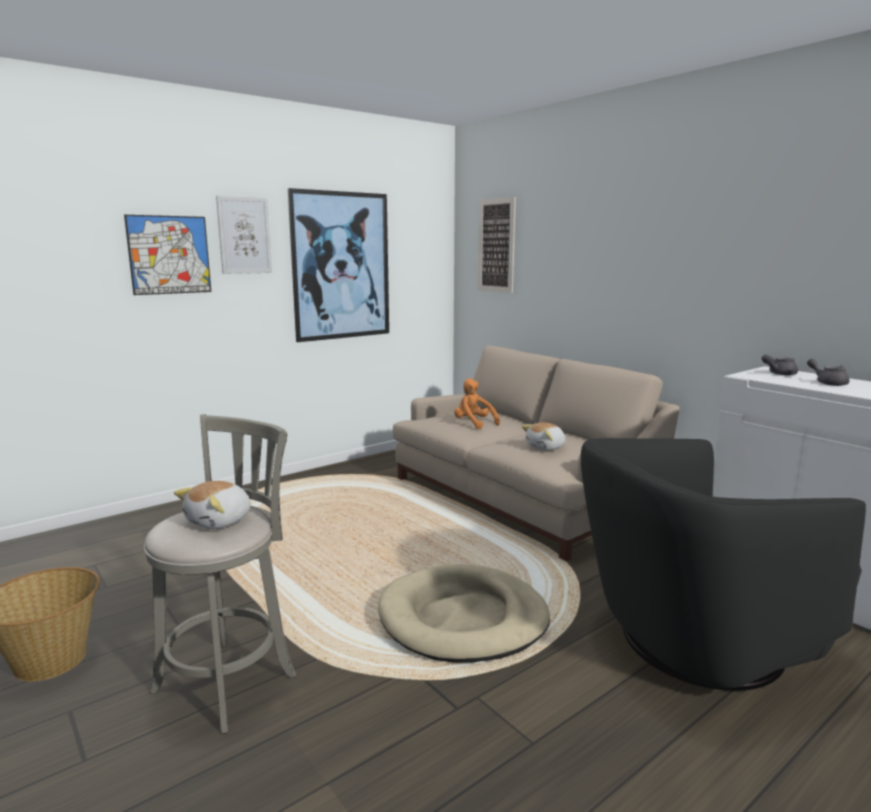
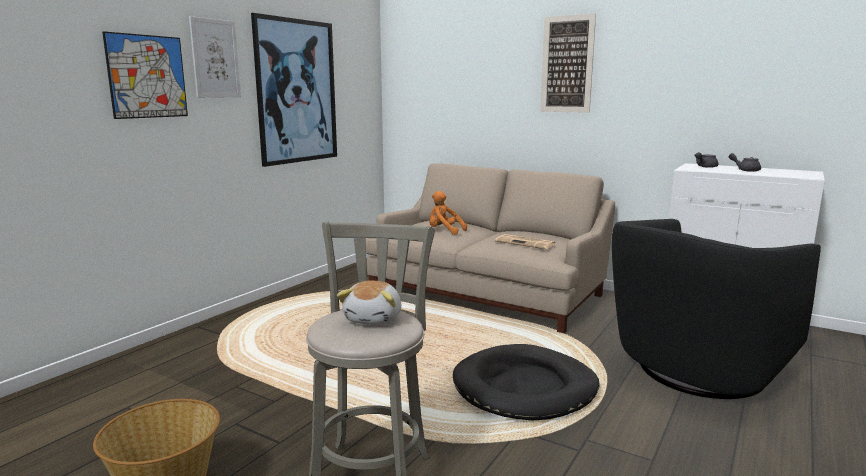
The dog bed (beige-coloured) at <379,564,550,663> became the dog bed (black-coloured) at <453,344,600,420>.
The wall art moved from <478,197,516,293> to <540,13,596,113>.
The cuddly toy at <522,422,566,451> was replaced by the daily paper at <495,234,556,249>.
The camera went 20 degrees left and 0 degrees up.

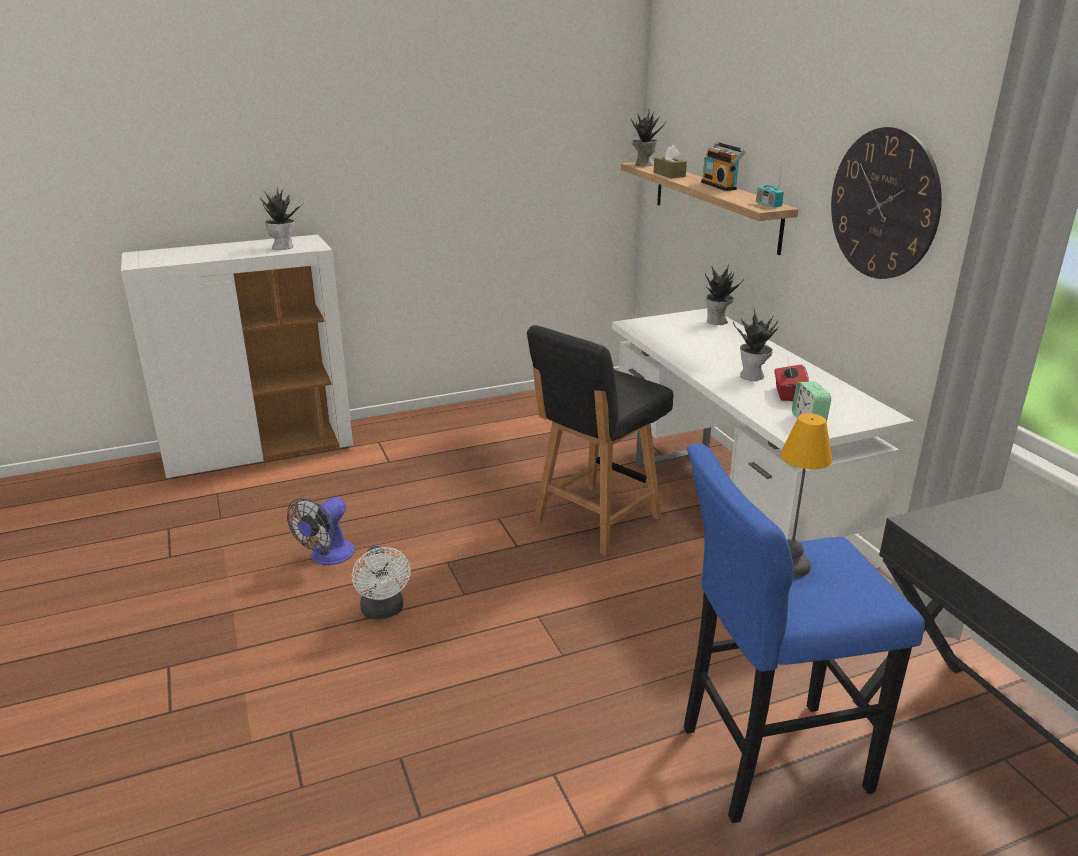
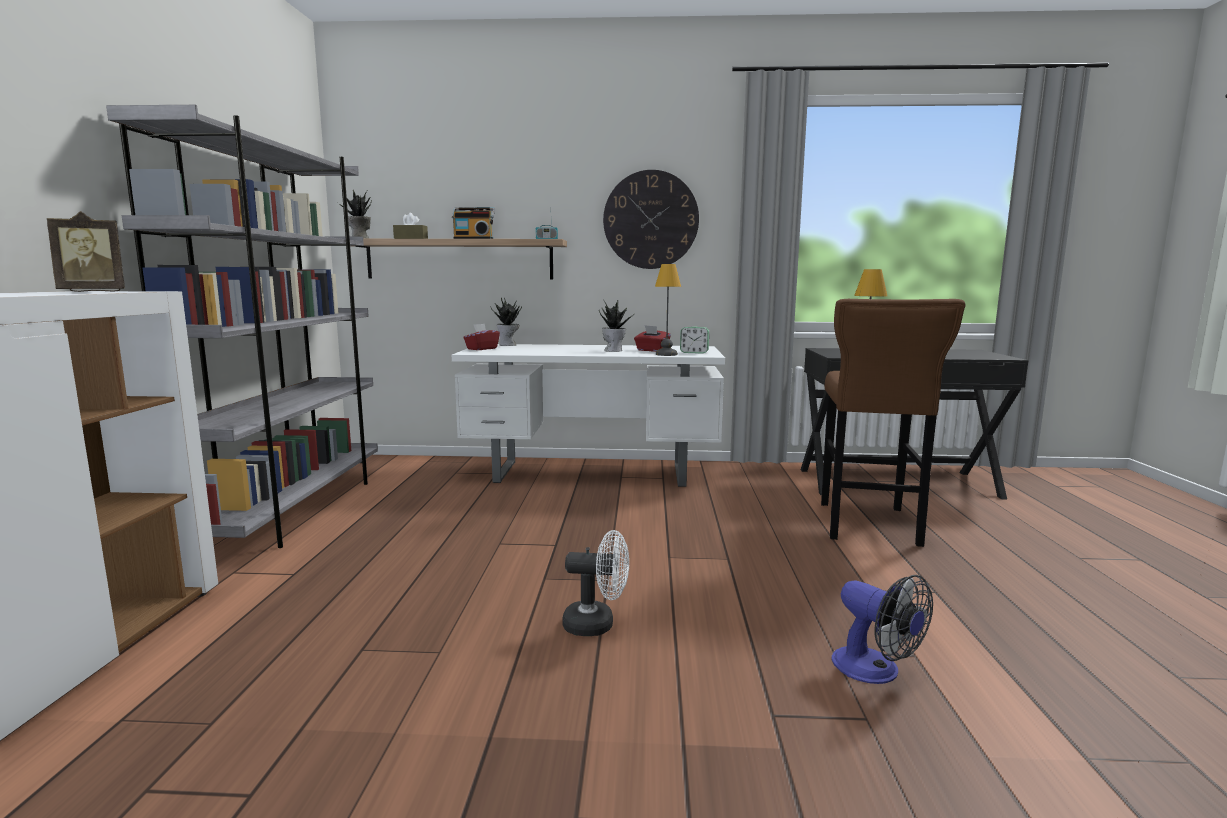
The houseplant at <260,187,301,250> was replaced by the standing frame at <47,211,125,292>.
The electric fan moved from <287,497,355,565> to <831,575,933,684>.
The chair (black-coloured) at <527,325,674,556> disappeared.
The sitting stool (blue-coloured) at <684,443,925,823> became the sitting stool (brown-coloured) at <821,299,966,547>.
The bookshelf (grey) at <106,105,378,548> appeared.
The box of tissues (red-coloured) at <463,324,500,350> appeared.
The lamp for a table at <655,264,681,356> appeared.
The camera went 65 degrees left and 15 degrees down.

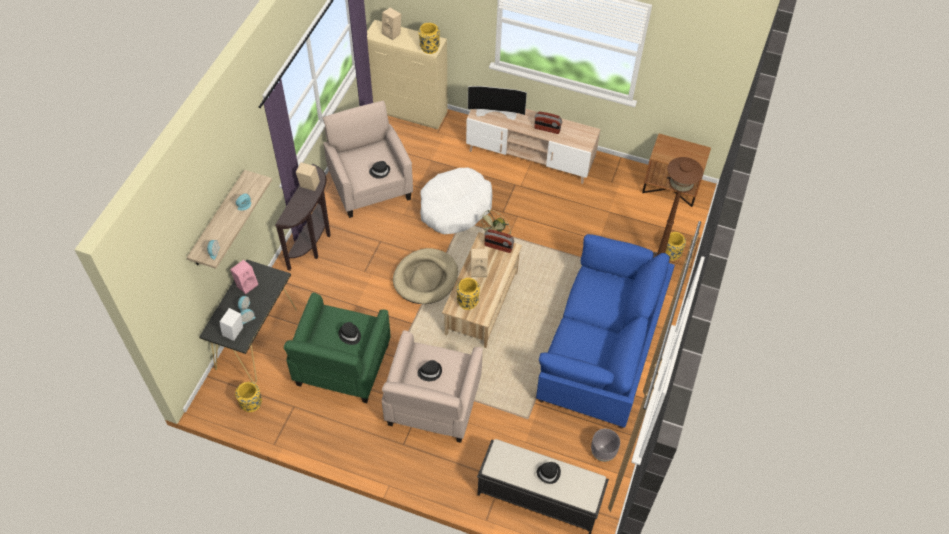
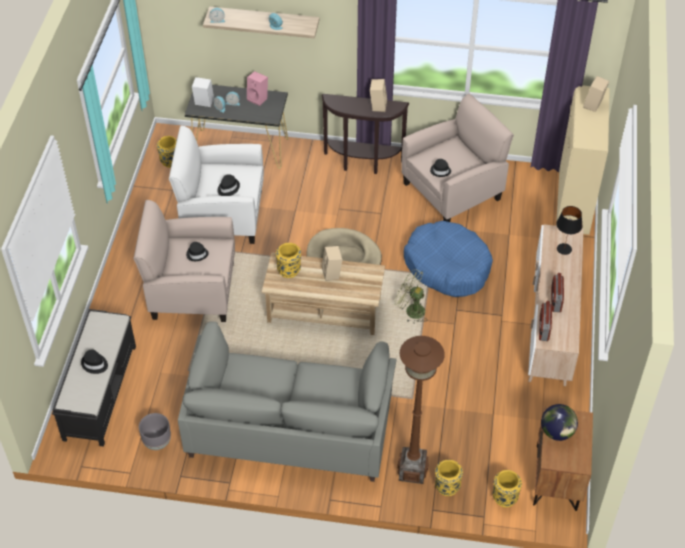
The armchair (green) at <284,293,391,403> became the armchair (white) at <169,126,264,244>.
The flower vase (yellowish) moved from <418,23,440,54> to <492,470,522,508>.
The dog bed (white) at <420,168,493,234> became the dog bed (blue-coloured) at <404,221,493,297>.
The television at <468,86,527,120> was replaced by the lamp for a table (black-coloured) at <556,206,583,255>.
The radio set moved from <484,229,514,253> to <539,301,552,341>.
The settee (blue-coloured) at <536,234,675,429> became the settee (grey) at <178,322,397,482>.
The world globe at <541,404,578,441> appeared.
The camera went 80 degrees right and 5 degrees down.

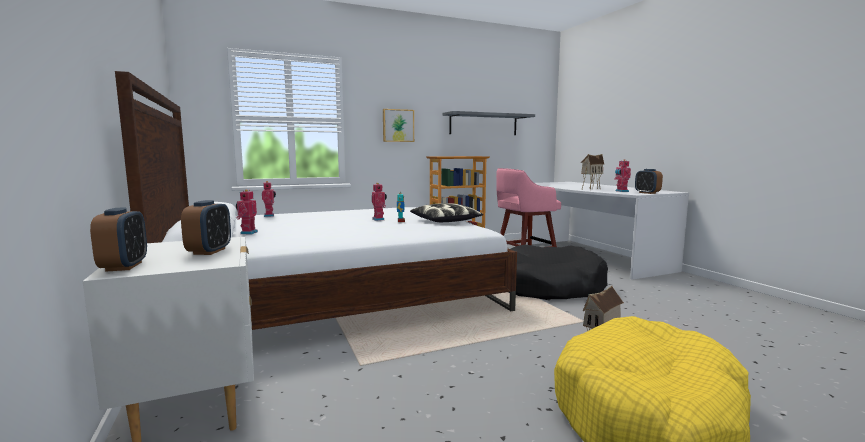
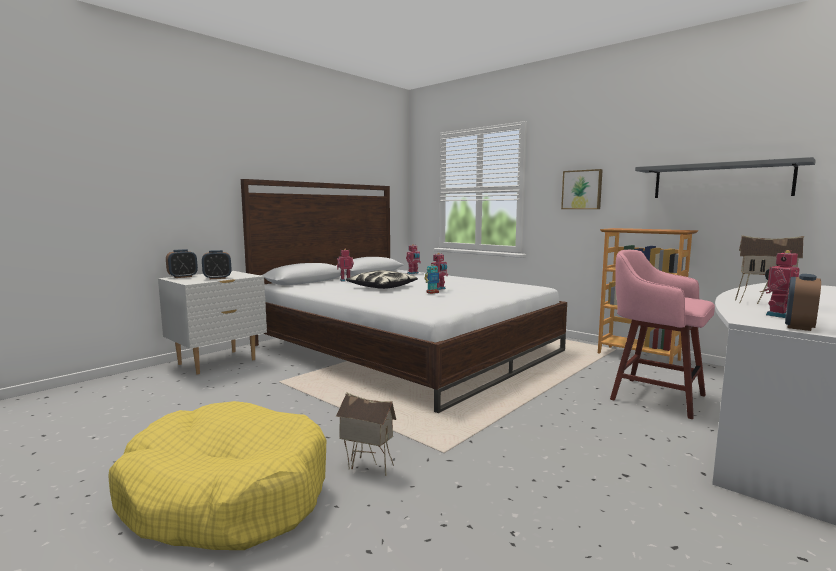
The throw pillow moved from <410,203,483,222> to <346,270,418,289>.
The dog bed (black-coloured) at <511,245,608,300> disappeared.
The camera went 65 degrees right and 0 degrees up.

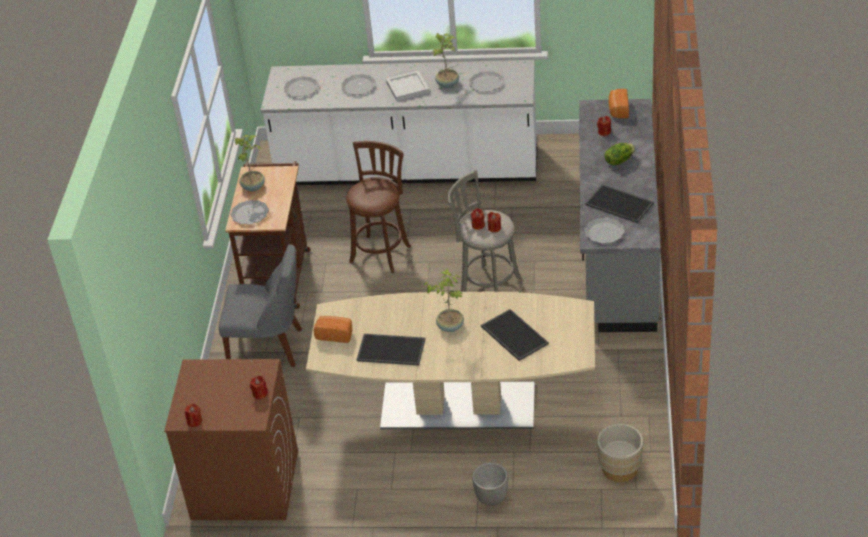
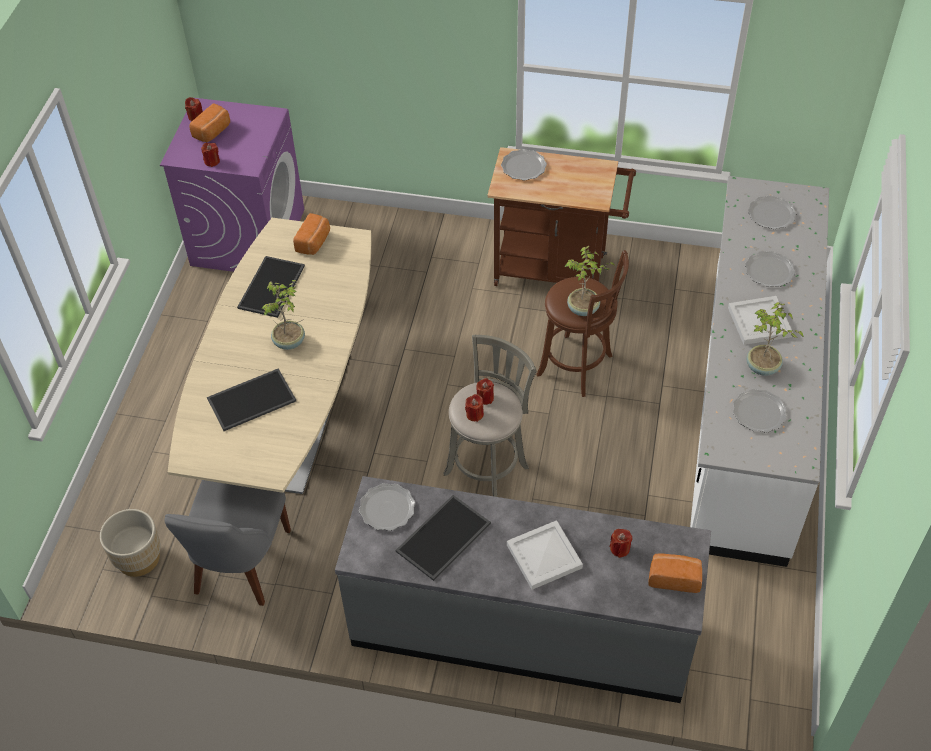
The washing machine (brown-coloured) at <164,359,298,520> became the washing machine (purplish) at <160,98,304,272>.
The chair (grey) moved from <218,244,302,367> to <164,480,291,606>.
The houseplant moved from <235,135,265,191> to <564,246,616,316>.
The planter at <472,463,508,506> disappeared.
The lettuce at <604,143,635,165> was replaced by the tray (white) at <507,520,583,590>.
The bakery bread at <189,103,230,142> appeared.
The camera went 95 degrees right and 10 degrees up.

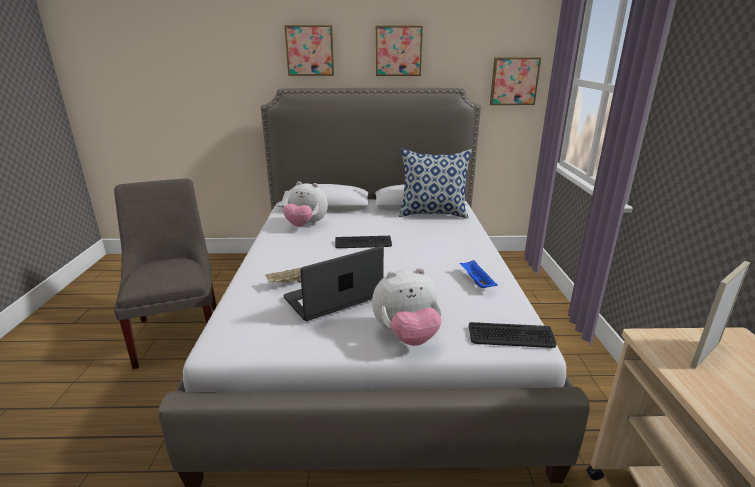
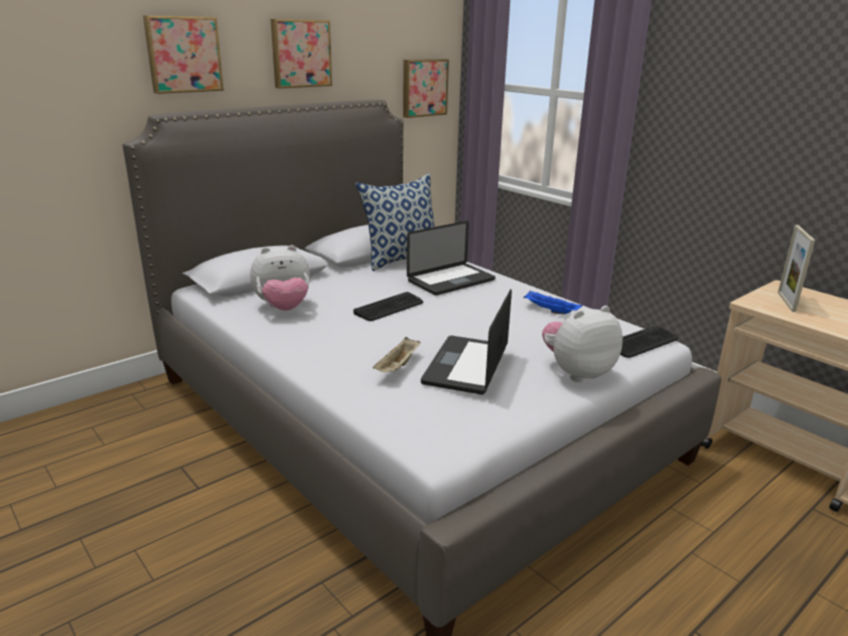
The chair (grey) at <114,178,217,369> disappeared.
The cuddly toy at <372,268,442,346> turned 150 degrees counterclockwise.
The notebook computer at <407,221,495,295> appeared.
The camera went 40 degrees left and 0 degrees up.

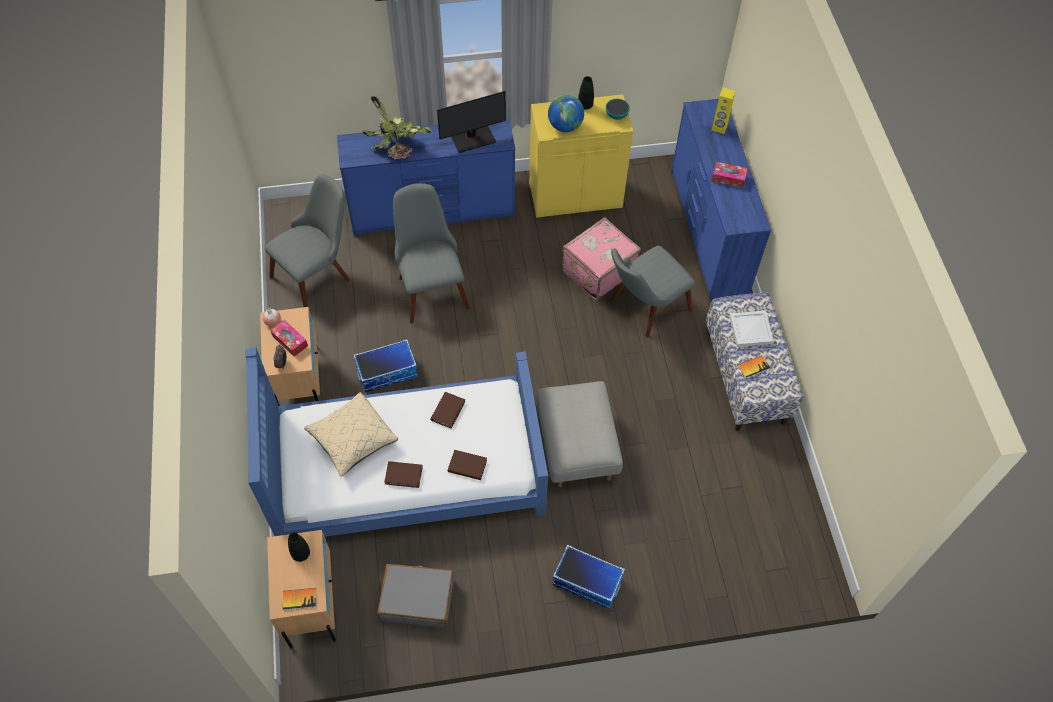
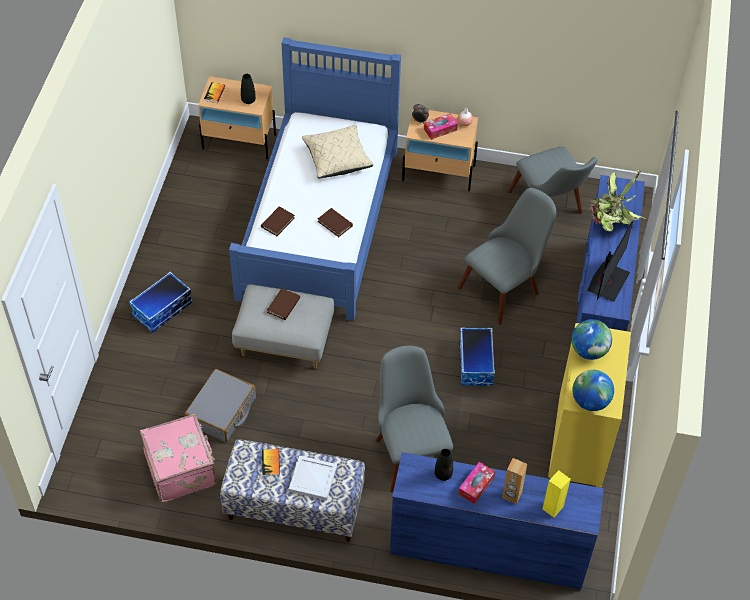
The storage container moved from <353,339,418,392> to <459,327,495,386>.
The piece of luggage (grey) moved from <377,564,454,628> to <184,369,256,442>.
The book (brown-coloured) moved from <384,461,423,488> to <267,288,300,320>.
The chair (grey) at <393,183,470,323> turned 45 degrees counterclockwise.
The computer display at <437,91,506,153> turned 150 degrees counterclockwise.
The piece of luggage (pink-coloured) moved from <562,217,641,300> to <140,414,217,503>.
The flower vase (black-coloured) moved from <578,76,594,110> to <435,449,453,481>.
The deep dish at <606,98,630,120> was replaced by the world globe at <572,370,614,411>.
The audio speaker (brown-coloured) at <502,458,527,504> appeared.
The camera went 110 degrees right and 5 degrees down.

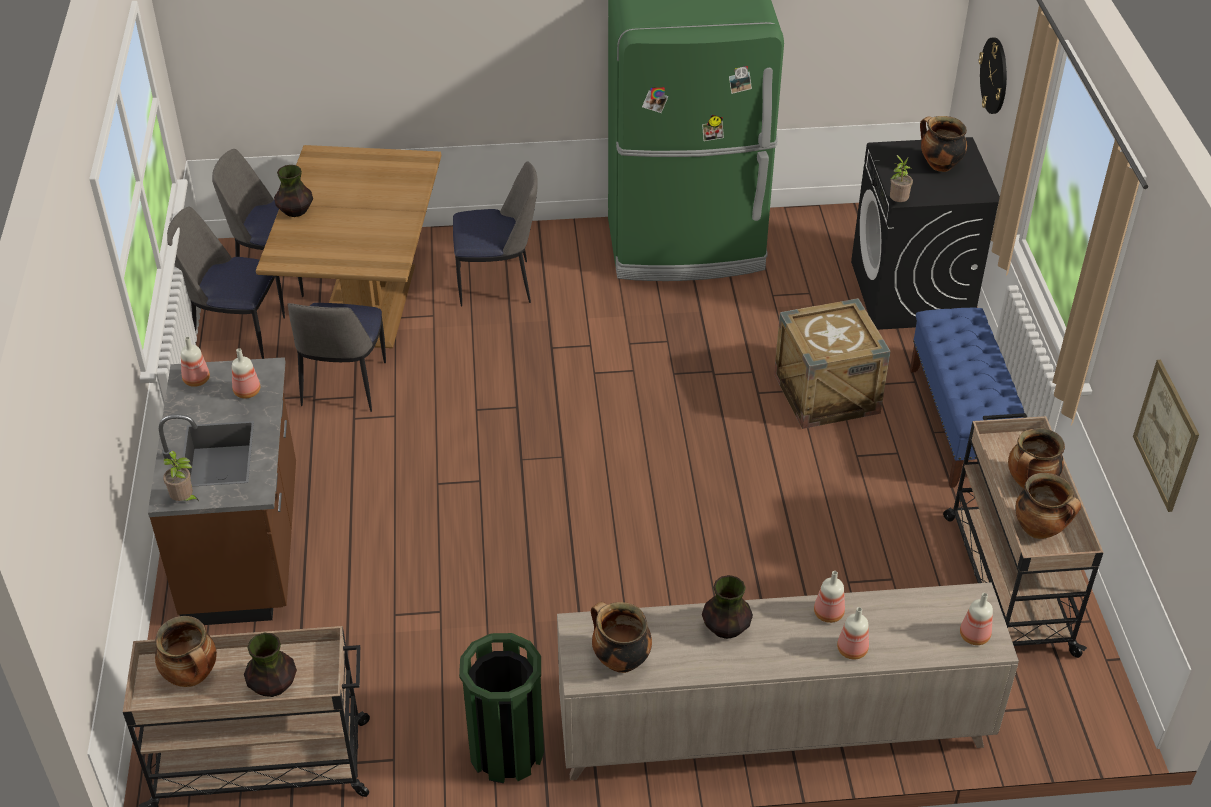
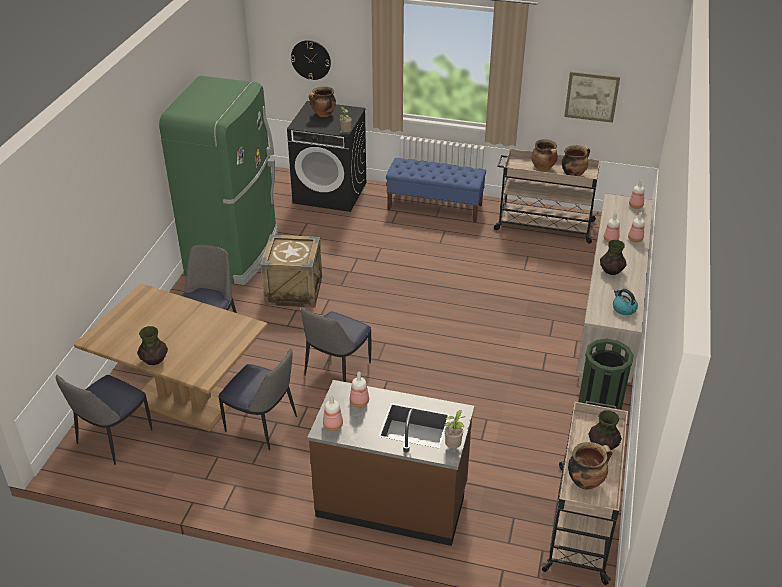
The chair moved from <167,207,285,359> to <301,307,372,382>.
The saucepot at <591,602,652,673> was replaced by the kettle at <613,289,638,315>.
The crate moved from <774,298,891,429> to <260,235,322,308>.
The camera went 70 degrees left and 5 degrees down.

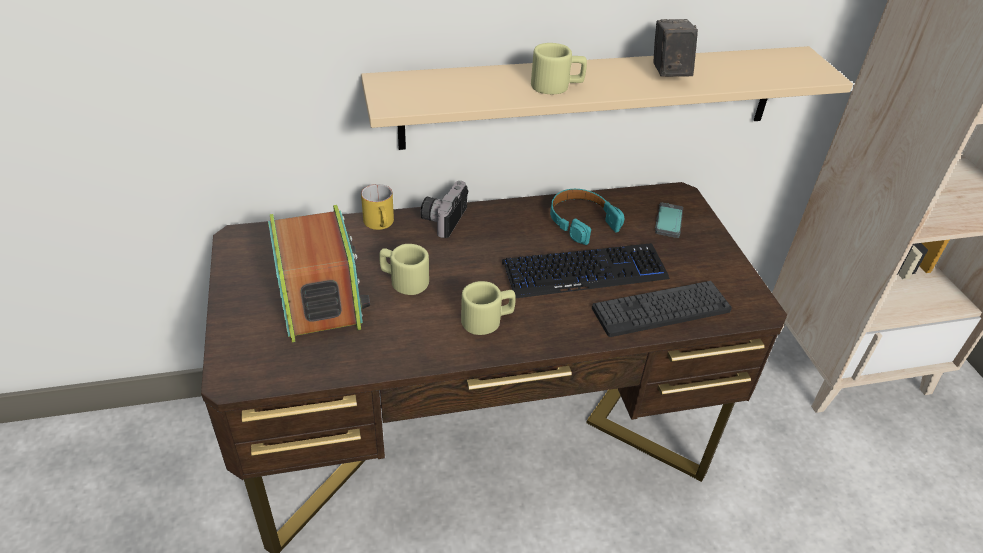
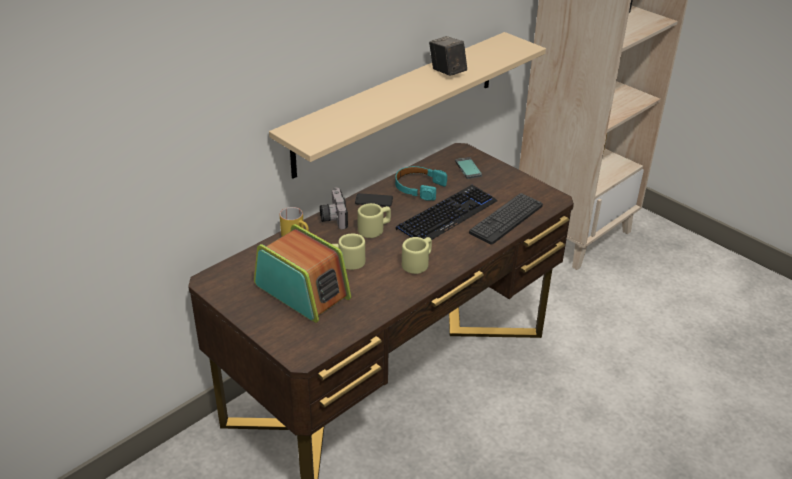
The tea mug (beige-coloured) moved from <531,43,587,94> to <357,203,391,238>.
The handset at <355,193,393,207> appeared.
The camera went 30 degrees left and 5 degrees down.

